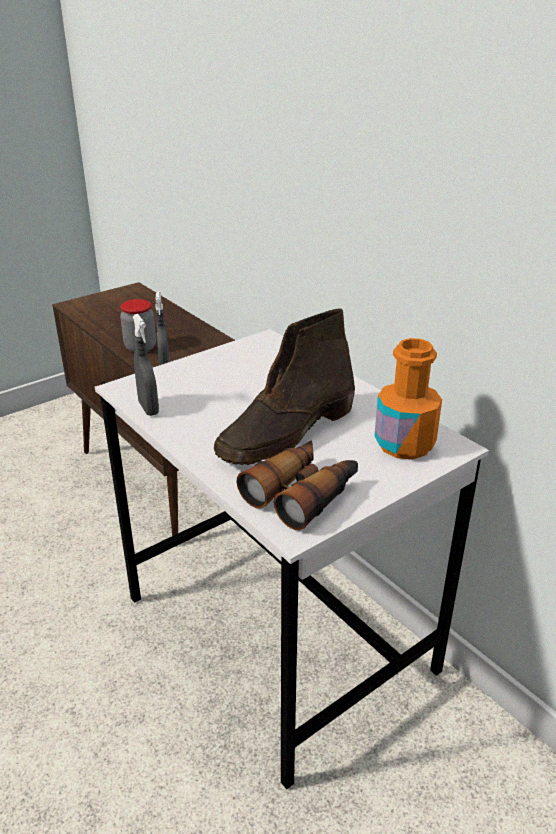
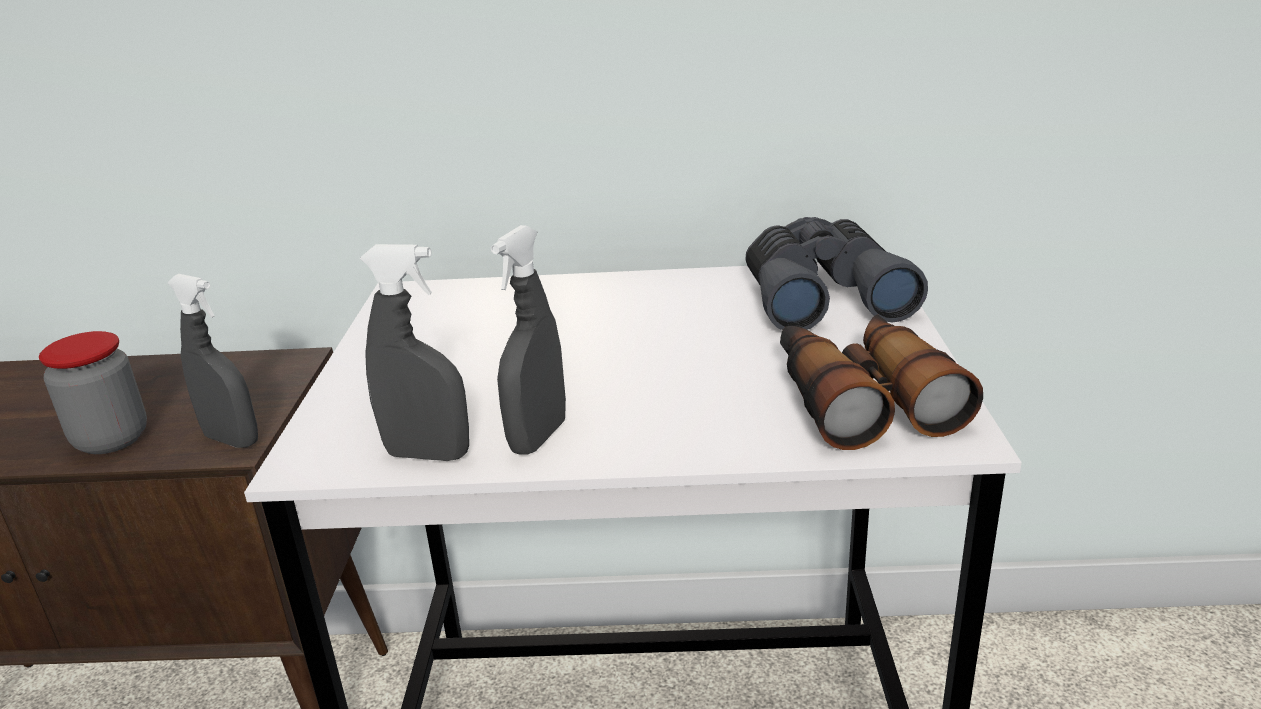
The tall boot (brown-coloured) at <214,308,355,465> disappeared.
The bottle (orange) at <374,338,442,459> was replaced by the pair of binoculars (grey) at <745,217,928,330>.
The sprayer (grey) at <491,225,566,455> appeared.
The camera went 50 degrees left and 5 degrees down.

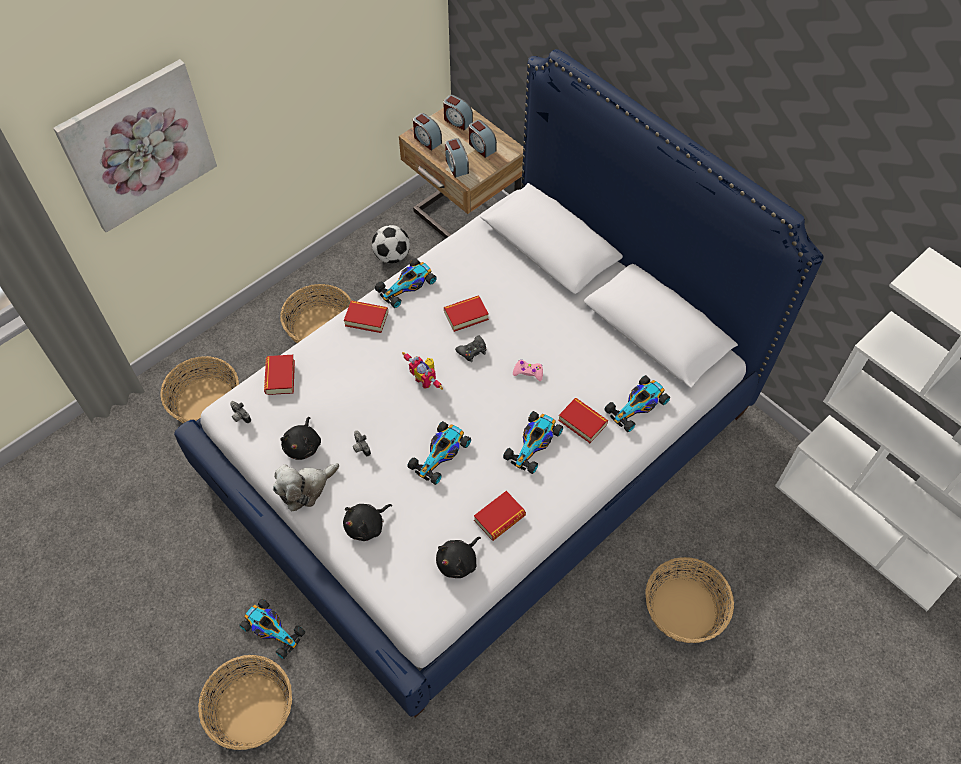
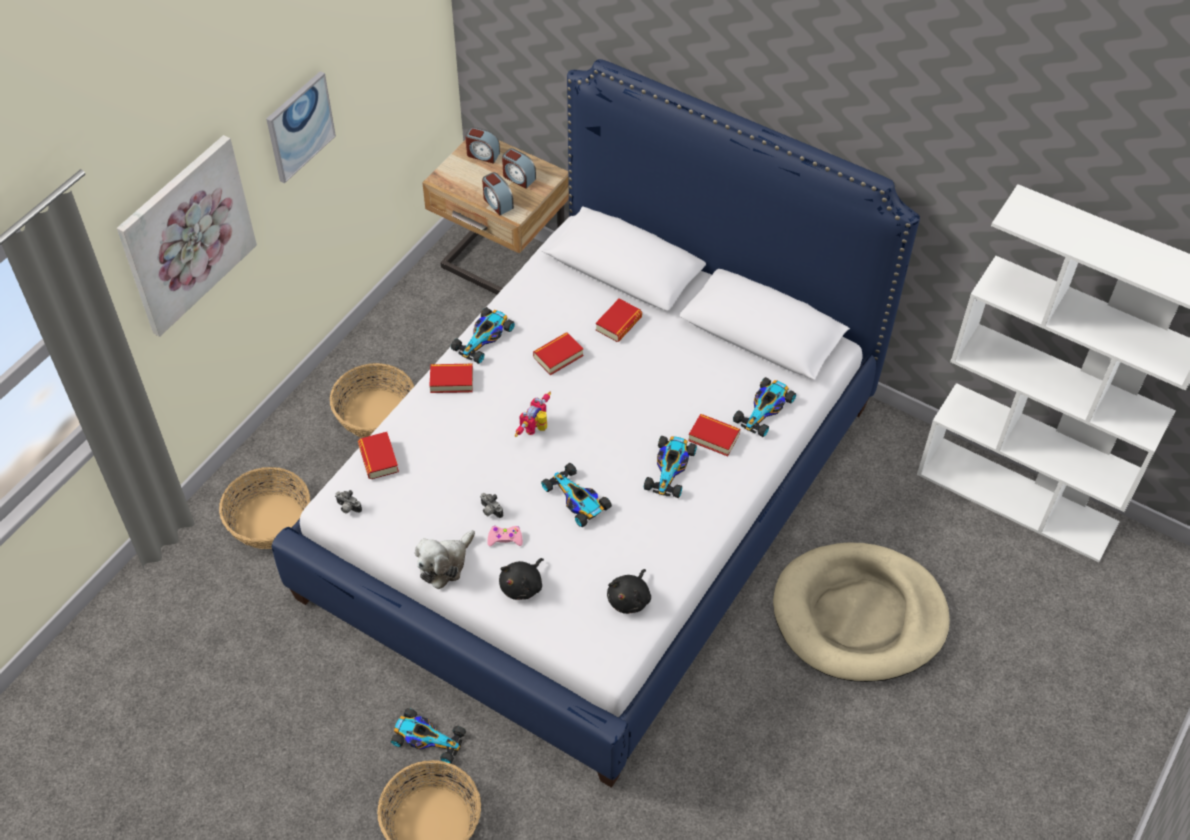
The cuddly toy (black-coloured) at <280,417,321,460> disappeared.
The football ball at <372,225,410,263> disappeared.
The robot figure at <402,352,443,390> turned 90 degrees clockwise.
The miniature car at <407,421,471,485> turned 120 degrees clockwise.
The alarm clock at <413,113,442,151> disappeared.
The gamepad (black-coloured) at <455,335,486,362> disappeared.
The book moved from <474,491,526,541> to <596,299,642,342>.
The gamepad (pink-coloured) moved from <513,360,543,381> to <487,526,523,546>.
The storage basket at <645,557,734,643> was replaced by the dog bed (beige-coloured) at <773,542,950,682>.
The wall art at <266,71,336,183> appeared.
The camera went 15 degrees left and 5 degrees down.

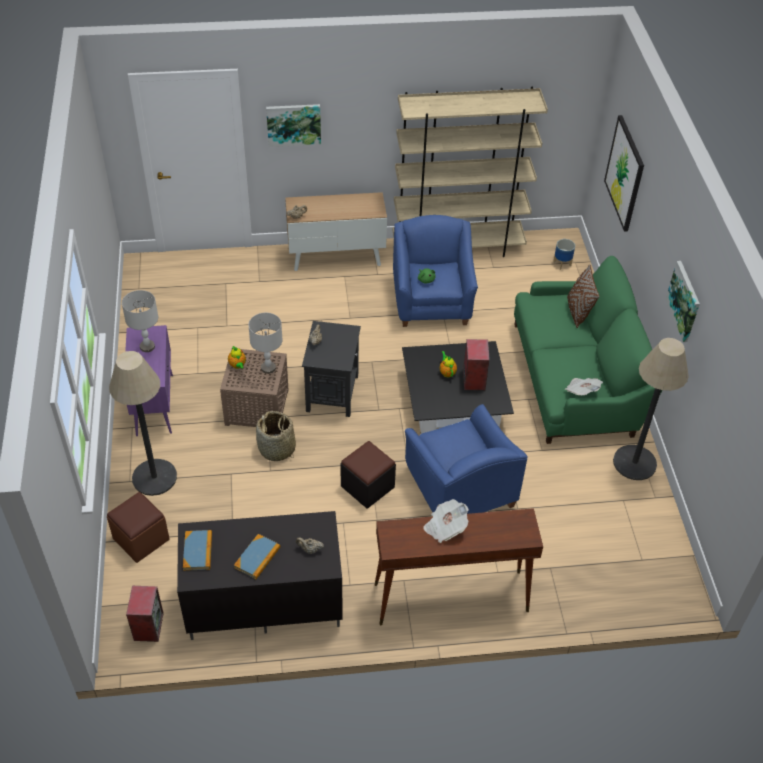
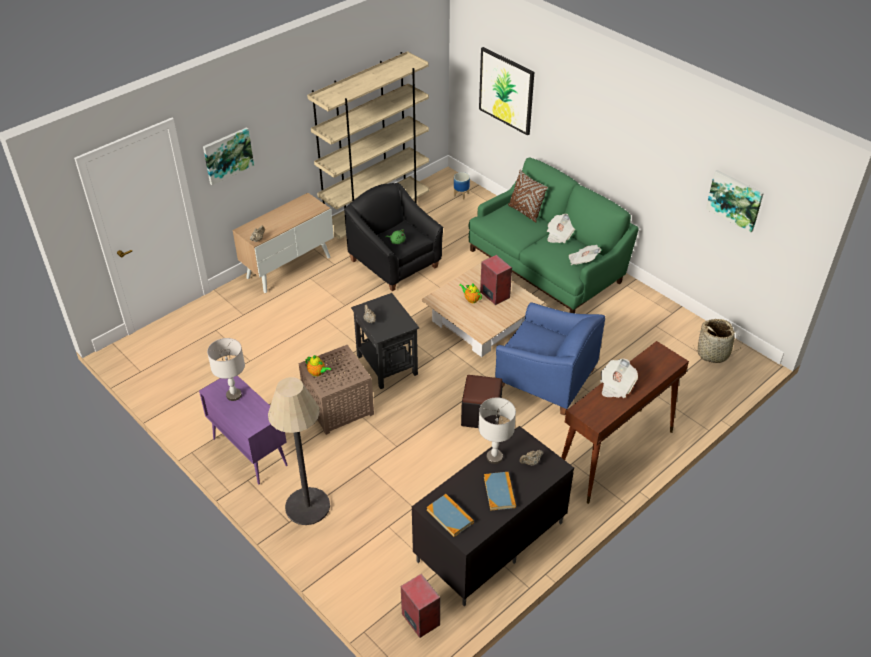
The ottoman (brown-coloured) at <107,492,170,563> disappeared.
The lamp for a table (grey) moved from <248,313,283,374> to <478,397,516,464>.
The storage basket moved from <256,411,296,461> to <695,319,739,363>.
The armchair (blue-coloured) at <393,215,478,327> became the armchair (black-coloured) at <344,183,444,291>.
The coffee table (black-coloured) at <402,341,514,434> became the coffee table (beige-coloured) at <421,263,545,357>.
The standing lamp at <613,338,689,480> disappeared.
The wall art moved from <665,261,700,342> to <706,170,764,233>.
The daily paper at <547,214,575,243> appeared.
The camera went 35 degrees left and 5 degrees down.

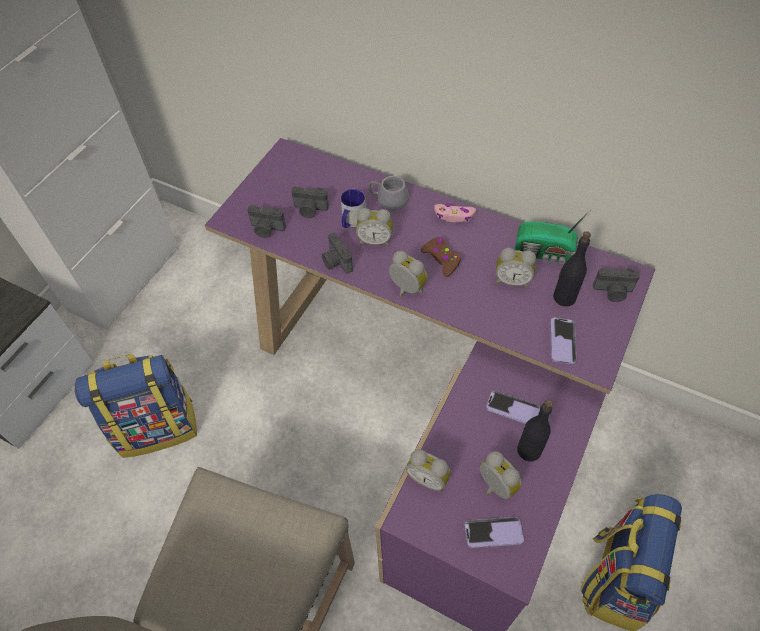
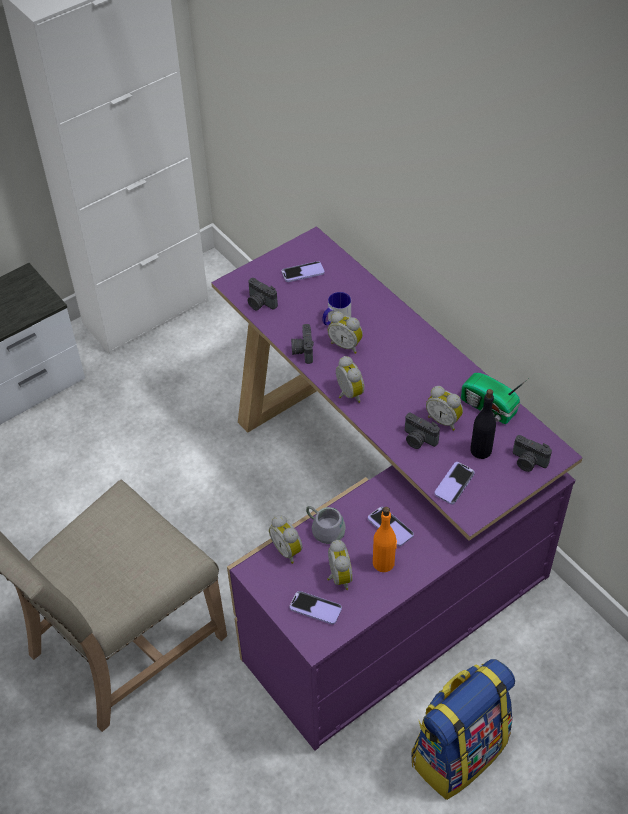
The knapsack at <75,354,197,458> disappeared.
The photo camera moved from <291,187,329,218> to <405,413,440,449>.
The tea mug (grey) moved from <368,176,409,210> to <306,506,345,544>.
The gamepad (brown-coloured) at <421,237,462,277> disappeared.
The gamepad (pink-coloured) at <434,203,476,223> disappeared.
The bottle (black-coloured) at <517,400,553,461> became the bottle (orange) at <373,507,397,572>.
The handset at <282,261,325,282> appeared.
The camera went 25 degrees right and 5 degrees down.

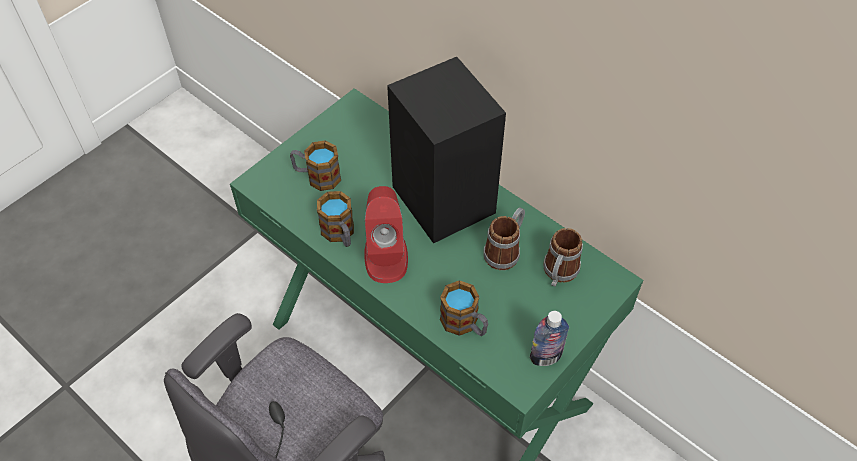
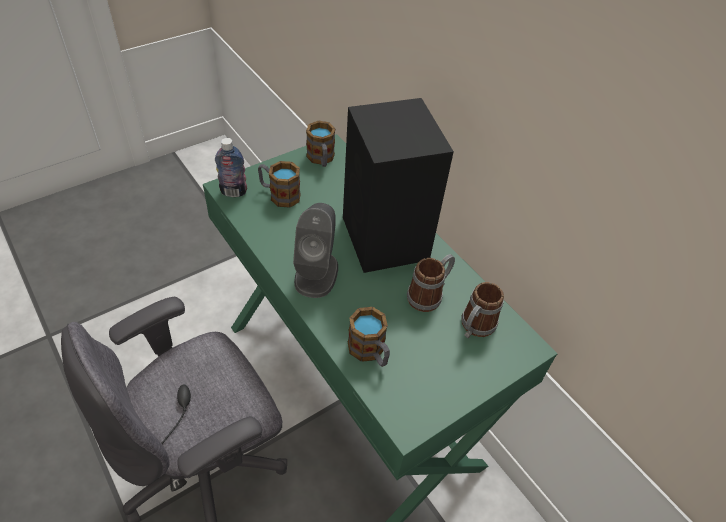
The tea mug moved from <317,191,354,247> to <306,121,336,167>.
The audio speaker (red-coloured) at <364,186,408,283> became the audio speaker (grey) at <293,203,338,298>.
The bottle moved from <530,311,569,366> to <215,138,247,197>.
The camera went 10 degrees right and 5 degrees down.

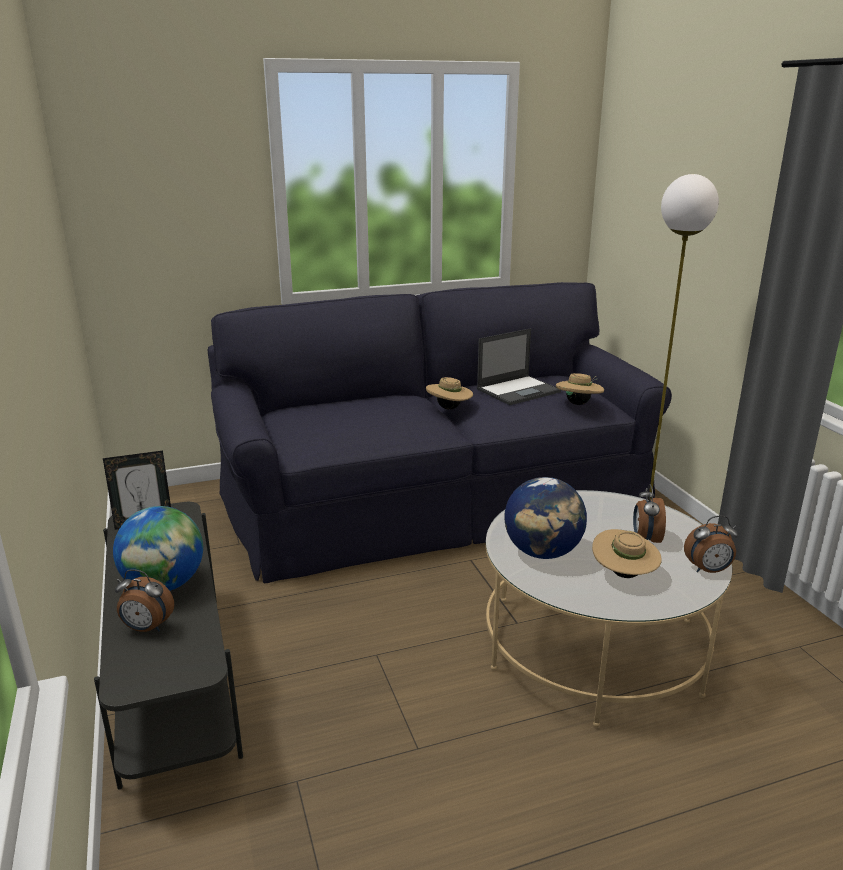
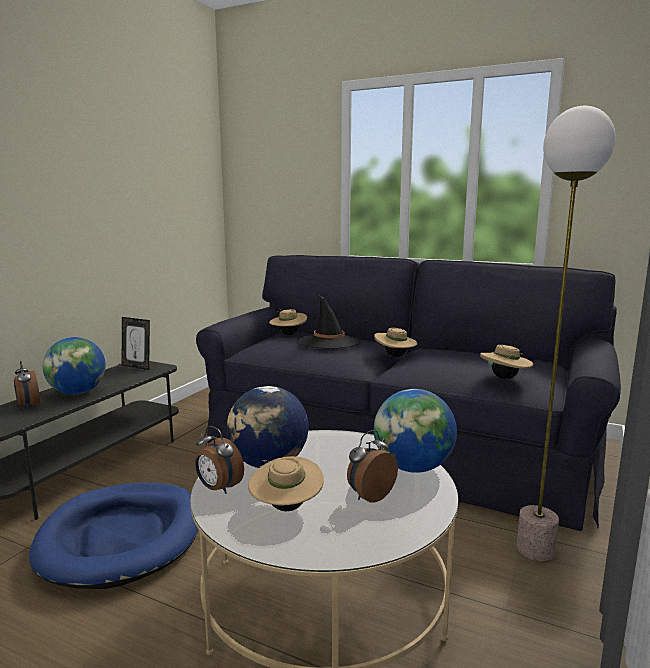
The notebook computer at <477,328,561,405> disappeared.
The alarm clock moved from <684,516,738,573> to <195,426,244,494>.
The dog bed (blue-coloured) at <29,483,198,589> appeared.
The clothing hat (beige-coloured) at <269,308,307,335> appeared.
The clothing hat (black-coloured) at <297,295,361,349> appeared.
The world globe at <374,389,457,473> appeared.
The camera went 45 degrees right and 10 degrees down.

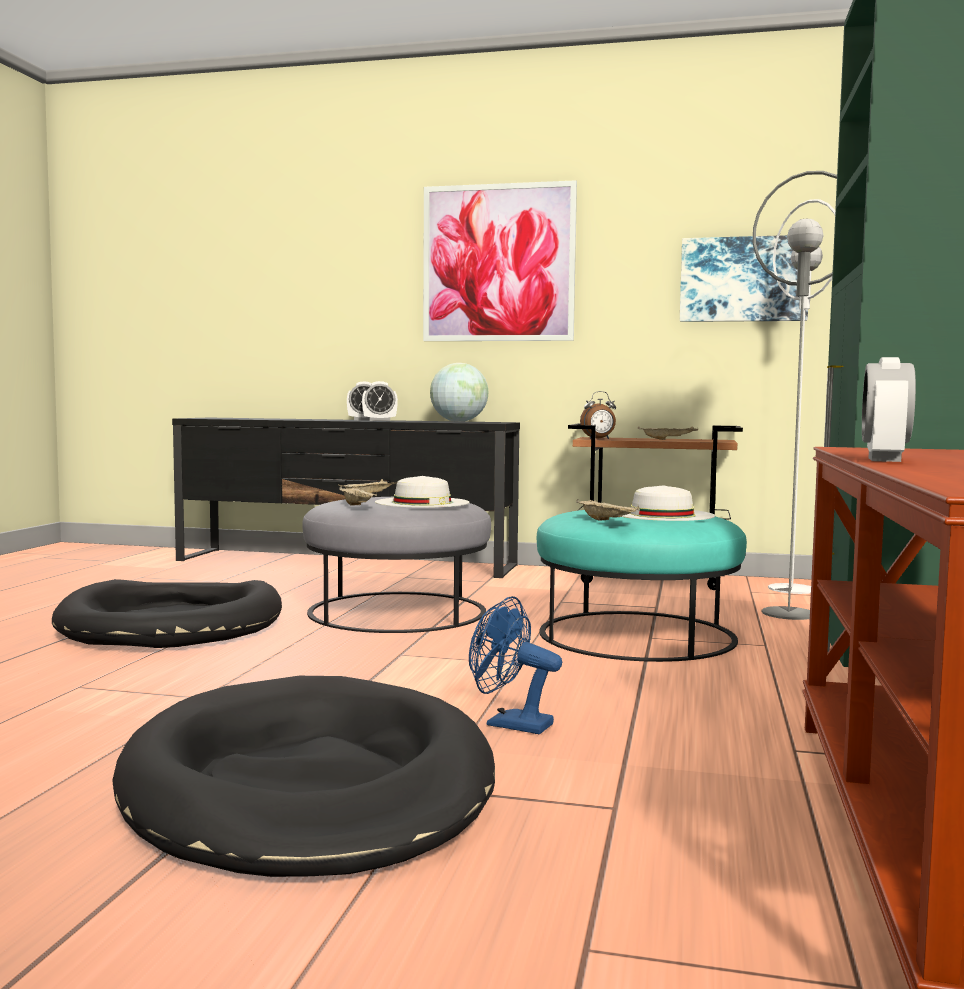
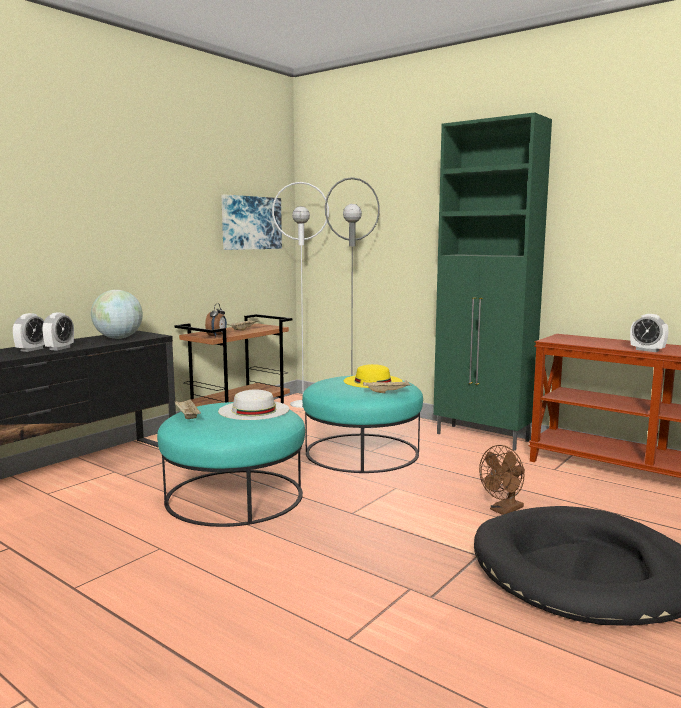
The dog bed (black-coloured) at <52,579,282,648> disappeared.
The ottoman (grey) at <302,497,491,633> became the ottoman (turquoise-coloured) at <157,402,305,527>.
The tray (beige-coloured) at <339,487,377,505> disappeared.
The wall art at <423,180,577,341> disappeared.
The electric fan (blue-coloured) at <469,596,562,734> became the electric fan (brown-coloured) at <479,445,525,515>.
The clothing hat (white) at <622,486,715,521> became the clothing hat (yellowish) at <344,364,402,388>.
The camera went 65 degrees left and 5 degrees up.

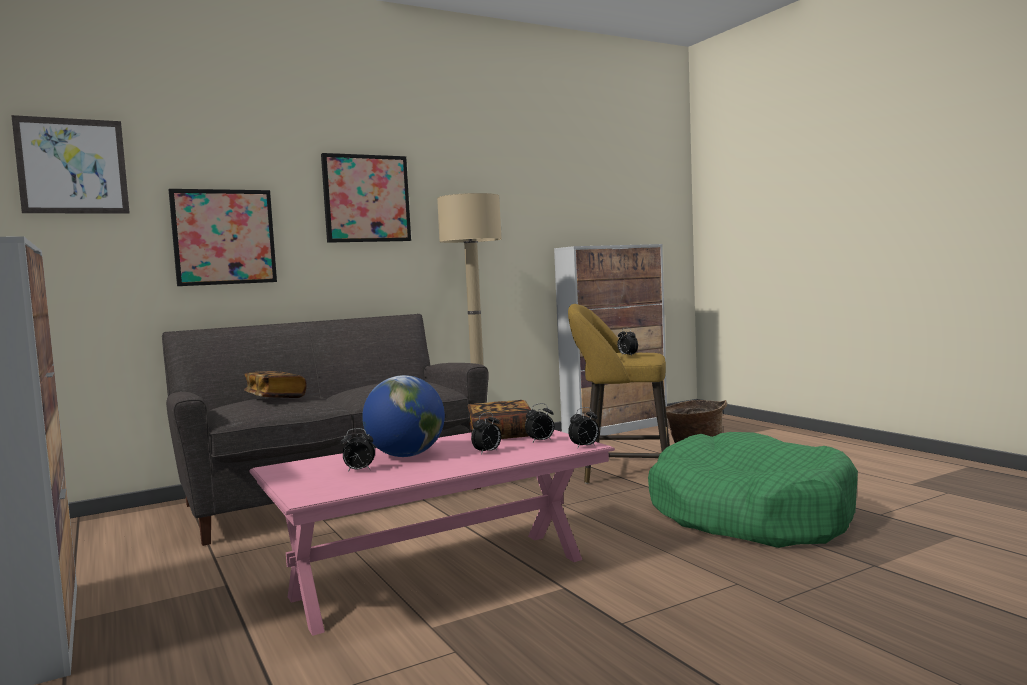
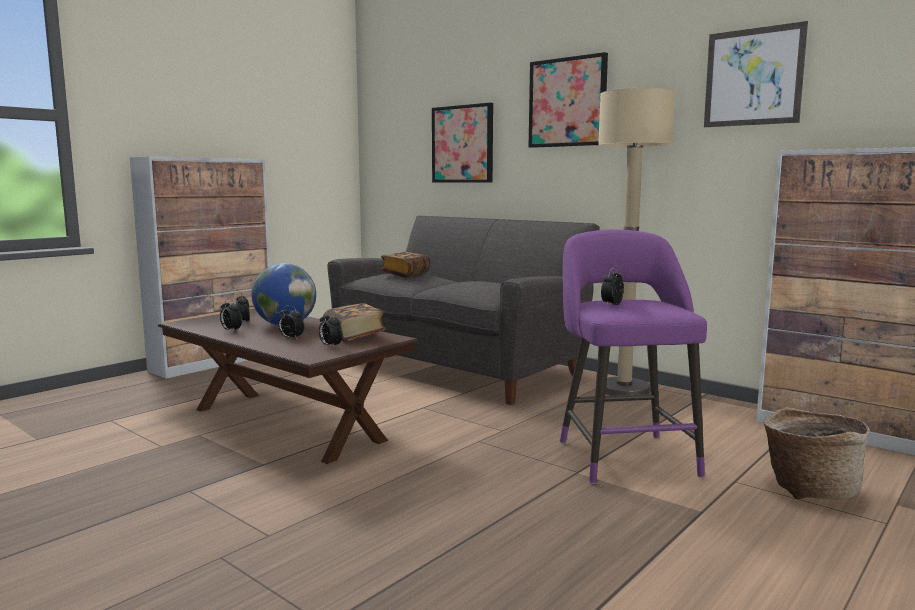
The wall art moved from <11,115,130,213> to <704,21,808,127>.
The coffee table (pink-coloured) at <250,430,615,636> became the coffee table (brown-coloured) at <158,309,419,464>.
The sitting stool (yellowish) at <568,304,670,484> became the sitting stool (purplish) at <560,229,707,484>.
The alarm clock moved from <568,407,599,449> to <220,299,242,331>.
The dog bed (green) at <648,432,858,548> disappeared.
The camera went 70 degrees right and 5 degrees up.

